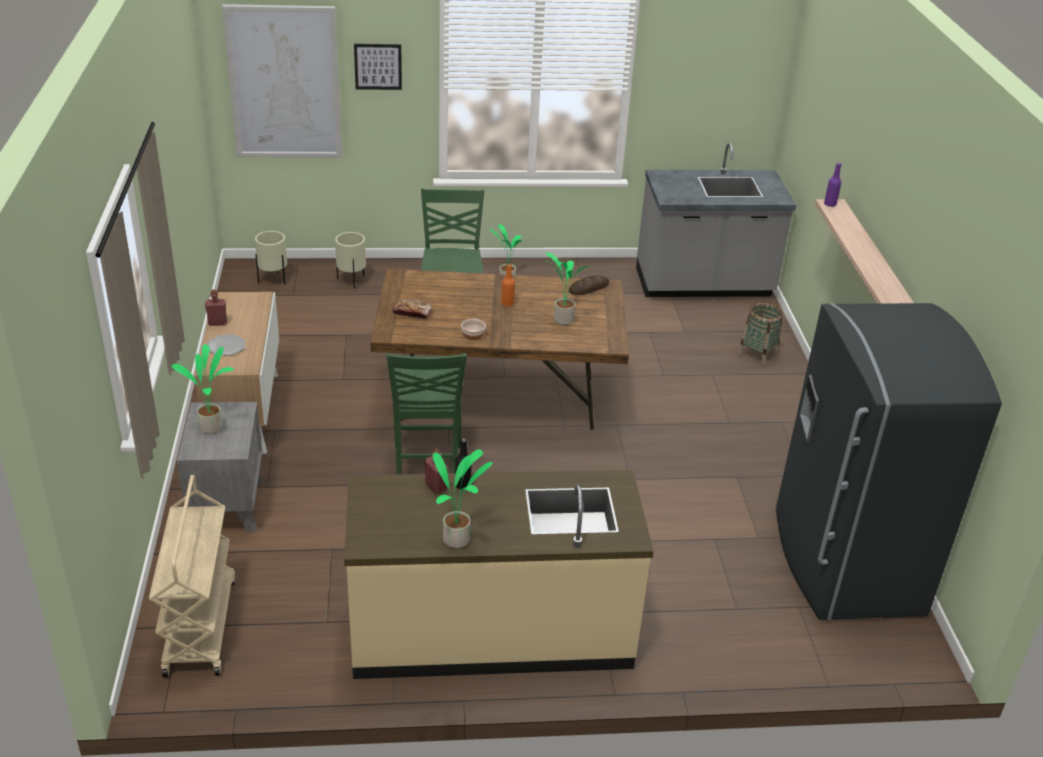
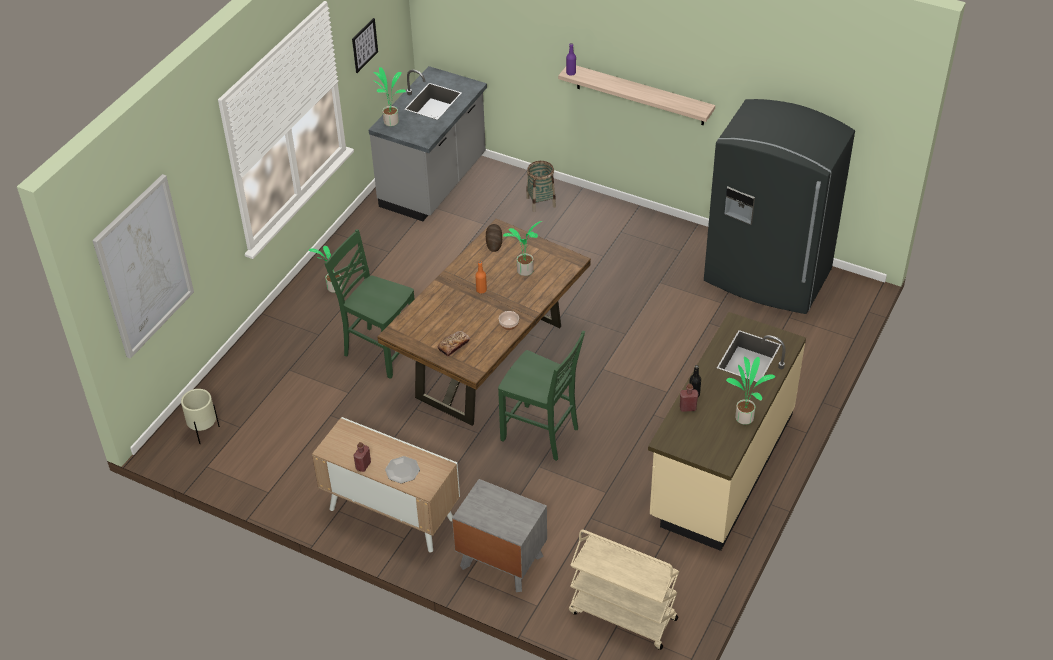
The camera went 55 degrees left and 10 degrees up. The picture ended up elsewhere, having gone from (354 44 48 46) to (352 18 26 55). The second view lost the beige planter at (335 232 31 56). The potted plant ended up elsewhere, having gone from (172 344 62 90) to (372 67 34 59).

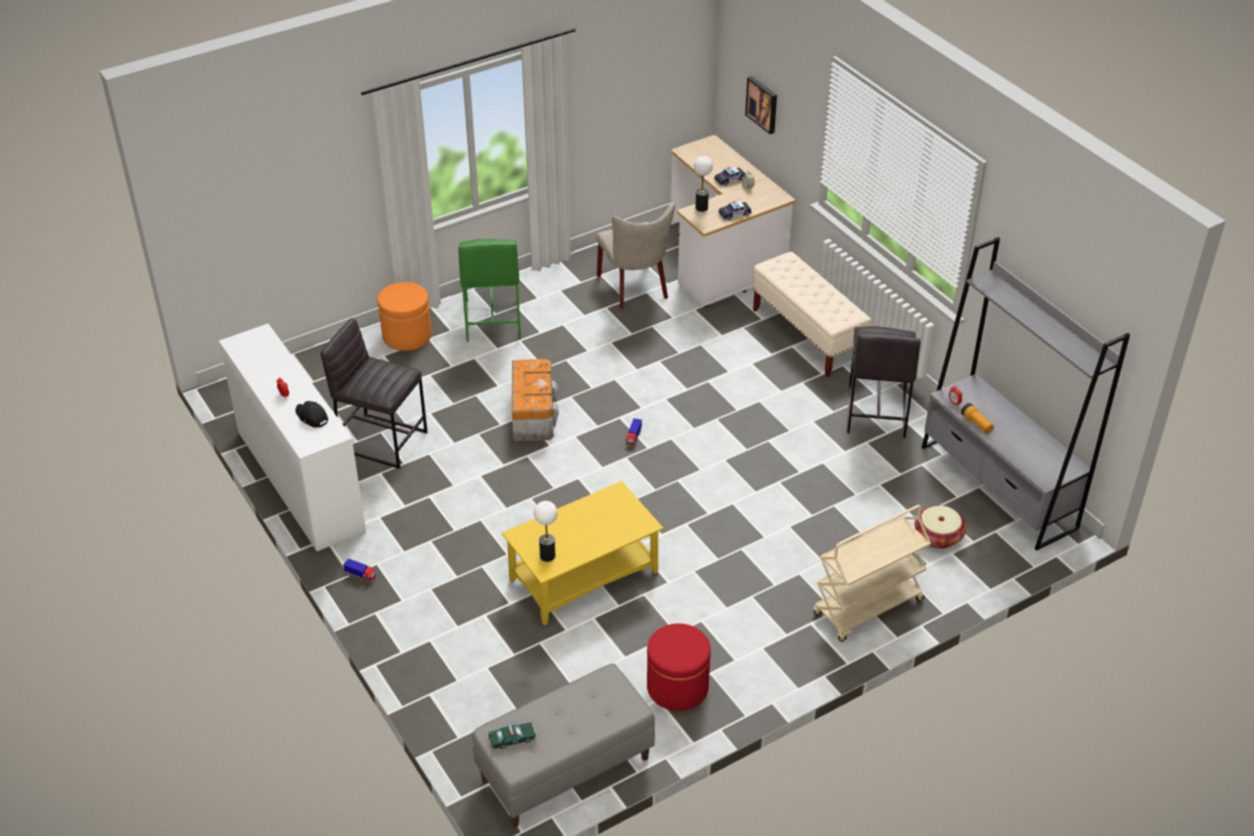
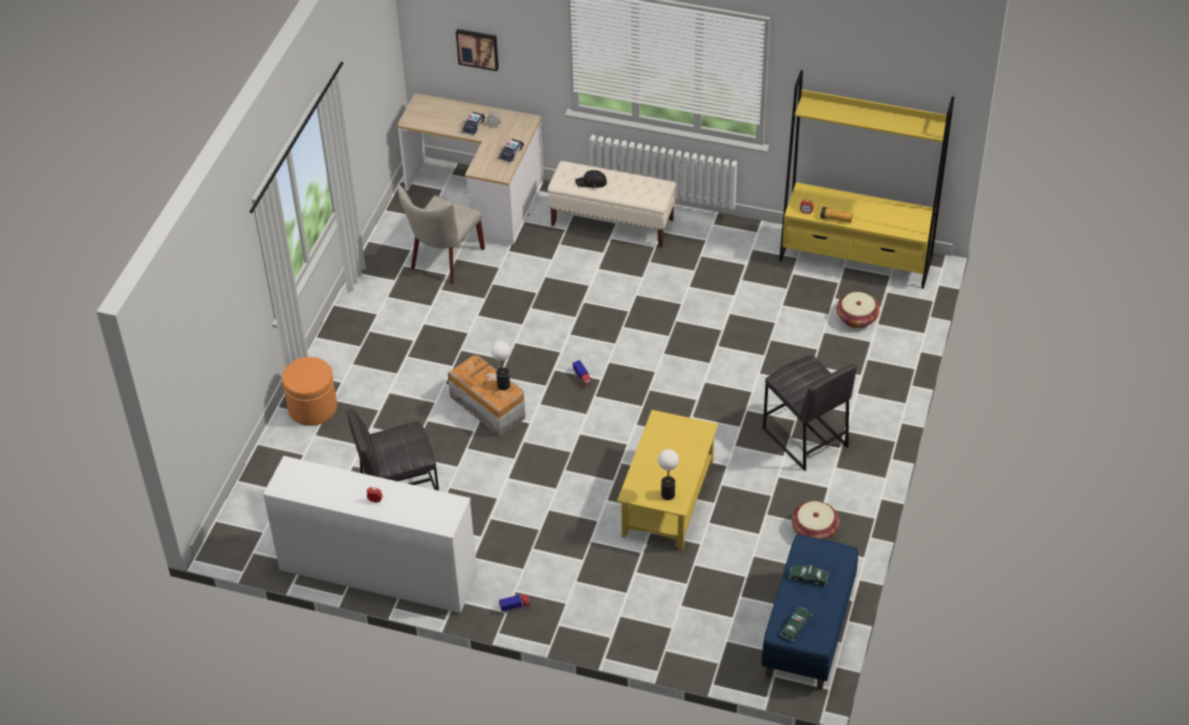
The camera went 40 degrees left and 5 degrees up. The table lamp ended up elsewhere, having gone from (694 156 19 56) to (491 341 20 49). The beige chair at (596 202 79 107) ended up facing another way, 90 degrees clockwise from before. What was the grey bookcase at (922 237 208 314) turned into the yellow bookcase at (779 70 175 219). The second view lost the green stool at (458 239 63 103). The grey stool ended up elsewhere, having gone from (847 326 74 112) to (763 354 94 117). The black cap ended up elsewhere, having gone from (296 401 32 26) to (575 170 32 18). The second view lost the beige cart at (813 505 118 137). Where the red ottoman stood at (647 623 64 88), the basket came to stand at (792 501 47 39). What was the grey bench at (472 663 183 164) turned into the blue bench at (761 535 97 155). The second view gained the toy car at (789 564 40 22).

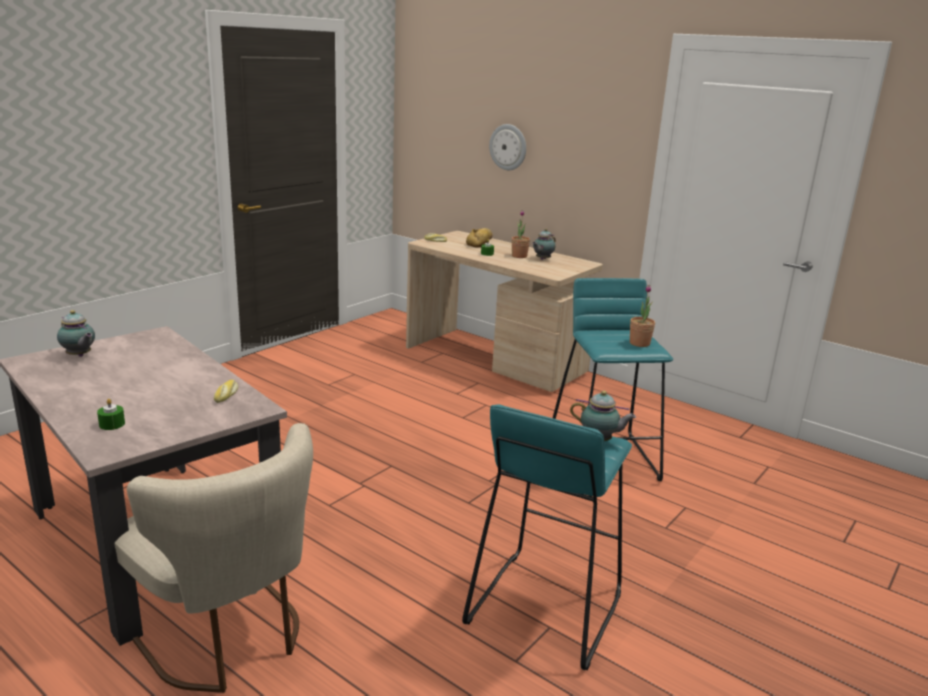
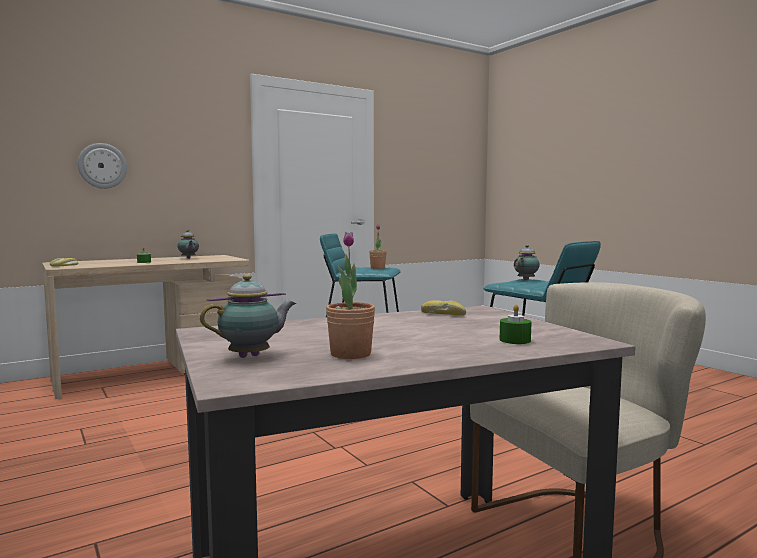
The camera went 70 degrees left and 15 degrees down. The potted plant ended up elsewhere, having gone from (512 210 18 48) to (326 232 49 127). The second view lost the bread at (466 228 27 20).

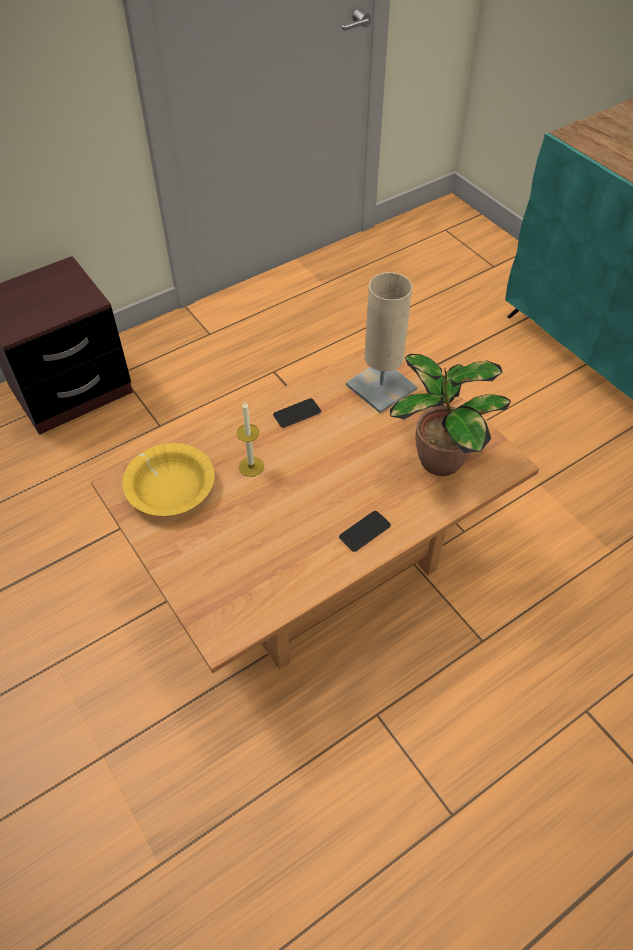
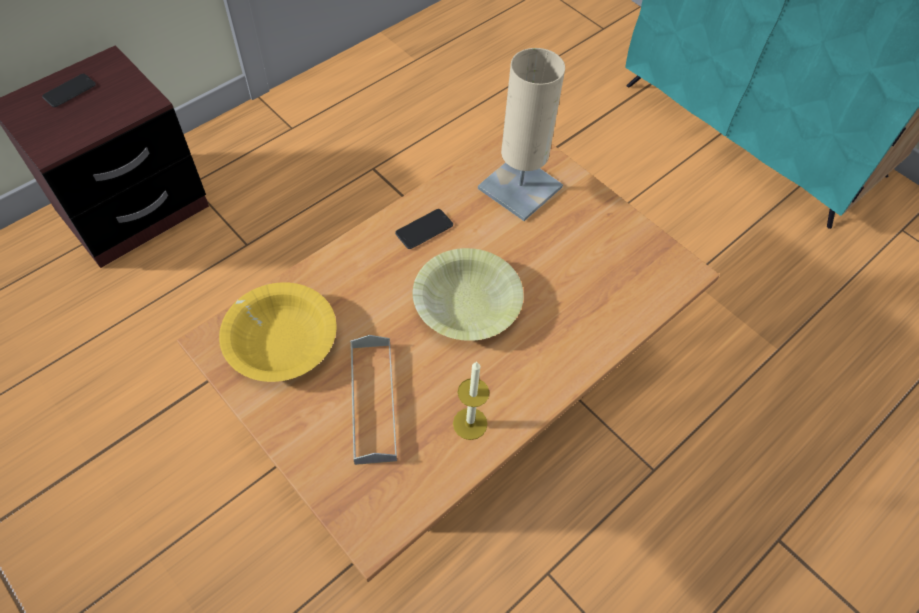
The camera went 10 degrees left and 5 degrees up. The second view lost the potted plant at (390 354 121 122). The candle ended up elsewhere, having gone from (237 402 27 75) to (453 361 36 79). The phone ended up elsewhere, having gone from (339 511 52 41) to (42 74 54 33). The second view gained the yellow bowl at (413 248 111 93). The second view gained the grey tray at (350 335 47 130).

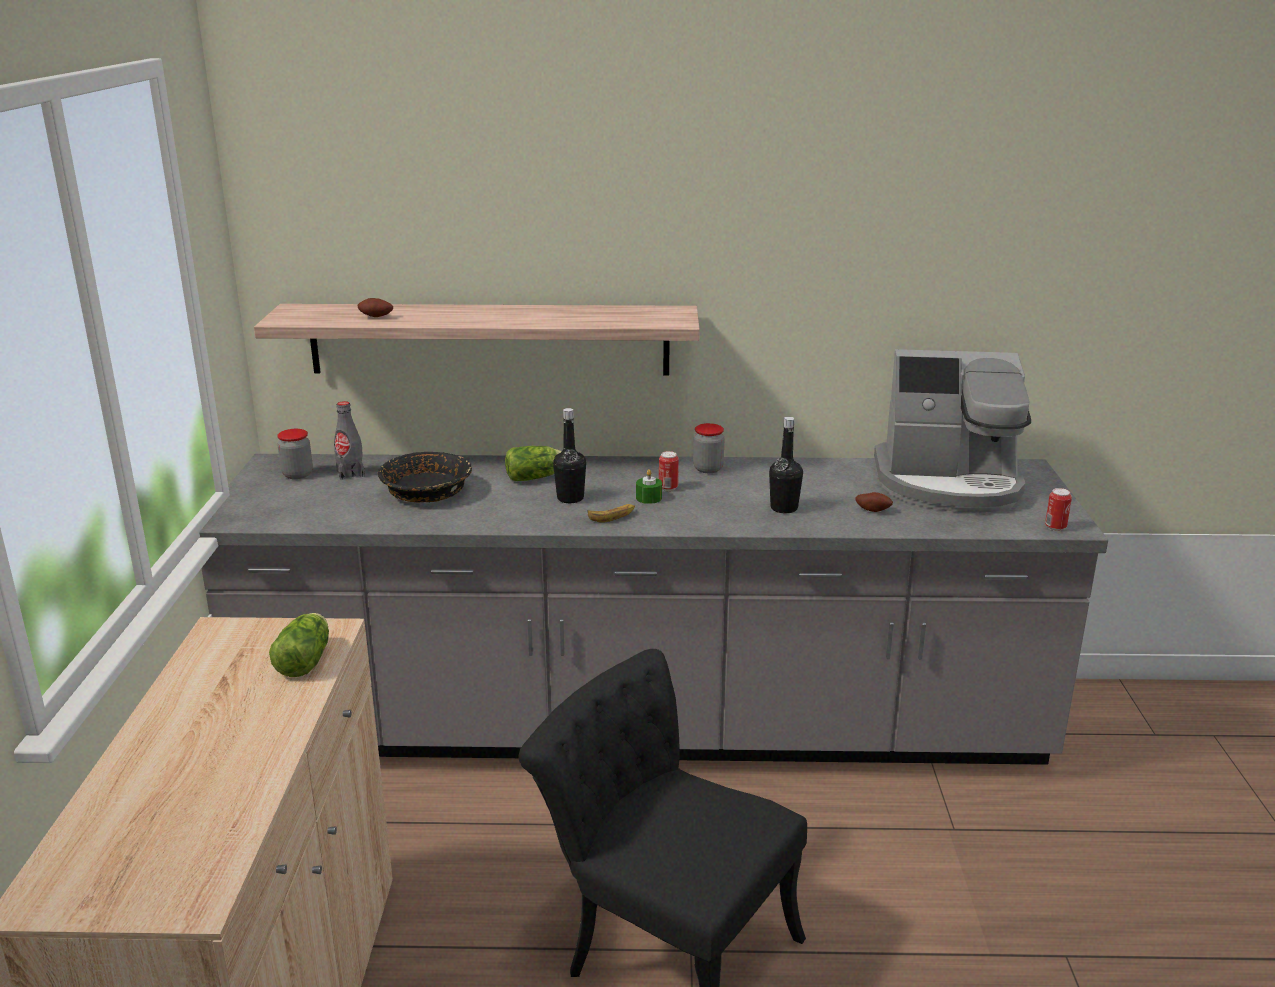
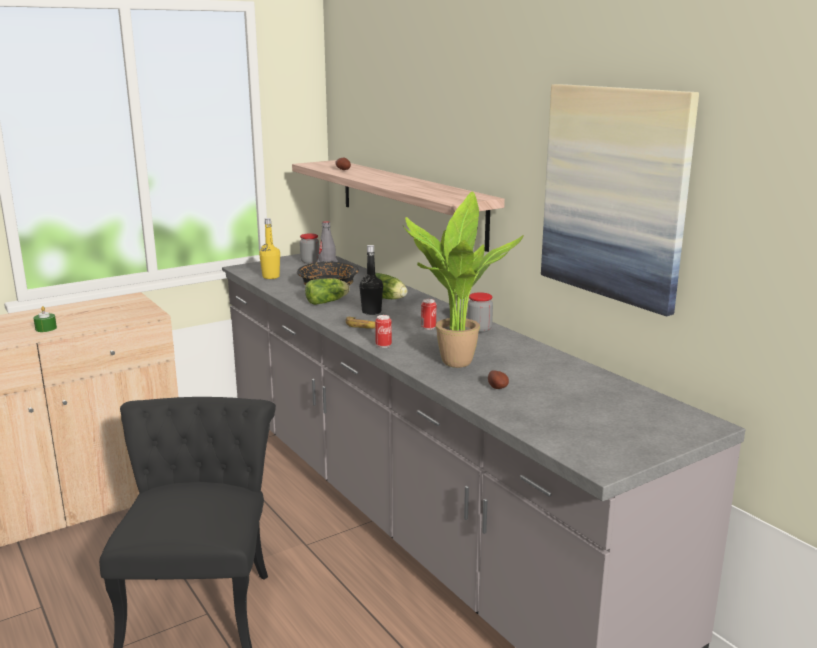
The camera went 55 degrees right and 5 degrees down. The second view lost the coffee machine at (874 349 157 164). Where the black bottle stood at (769 417 34 96), the potted plant came to stand at (403 192 121 176). The green candle ended up elsewhere, having gone from (636 469 26 35) to (33 306 24 26). The can ended up elsewhere, having gone from (1045 488 27 43) to (375 315 17 33). The lettuce ended up elsewhere, having gone from (269 613 60 64) to (305 278 44 27). The second view gained the picture at (541 84 158 232). The second view gained the yellow bottle at (259 218 21 61).

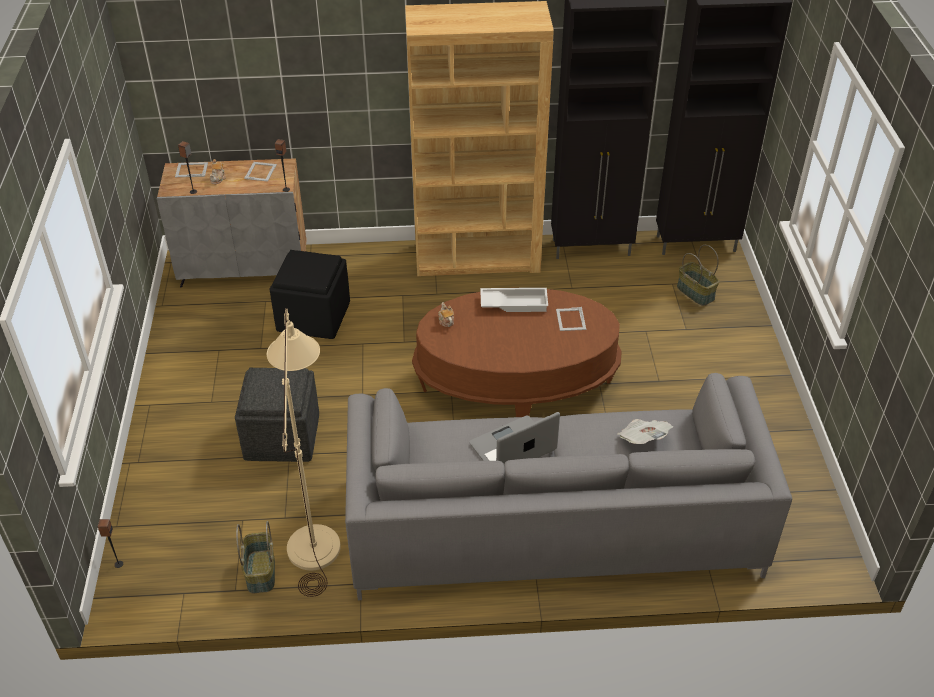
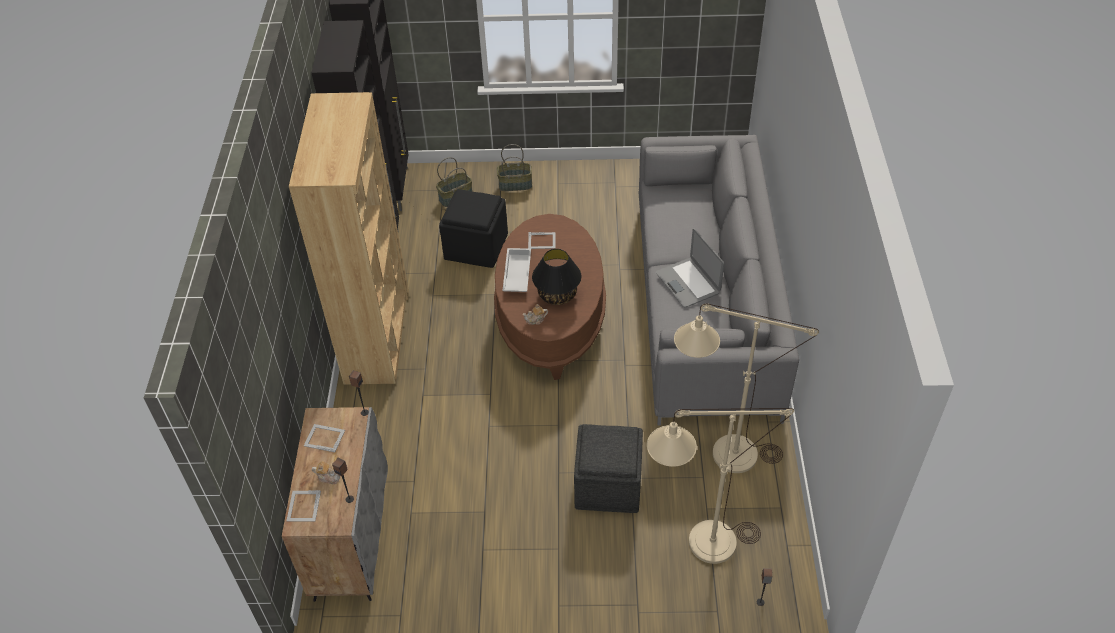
The camera went 85 degrees left and 5 degrees up. The black ottoman ended up elsewhere, having gone from (269 250 81 89) to (439 189 69 79). The second view lost the newspaper at (617 419 56 25). The basket ended up elsewhere, having gone from (236 521 39 72) to (497 144 35 47). The second view gained the black table lamp at (532 249 50 56). The second view gained the beige floor lamp at (647 408 147 156).

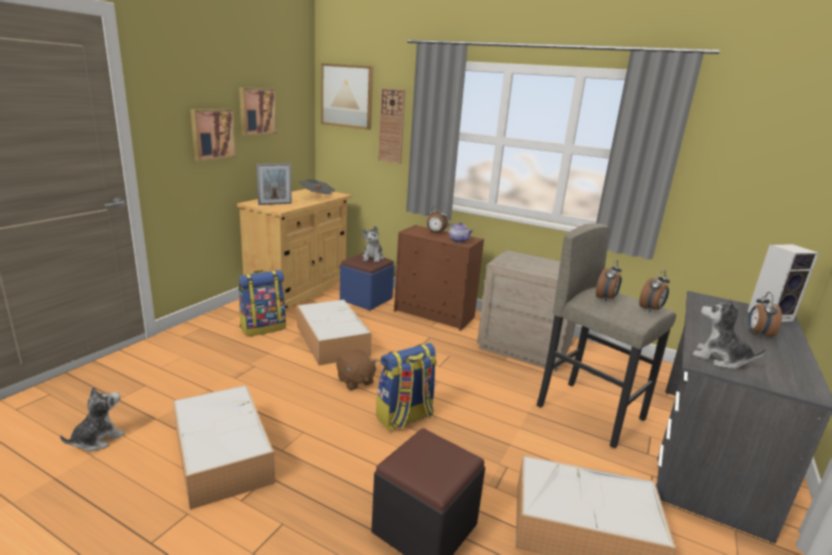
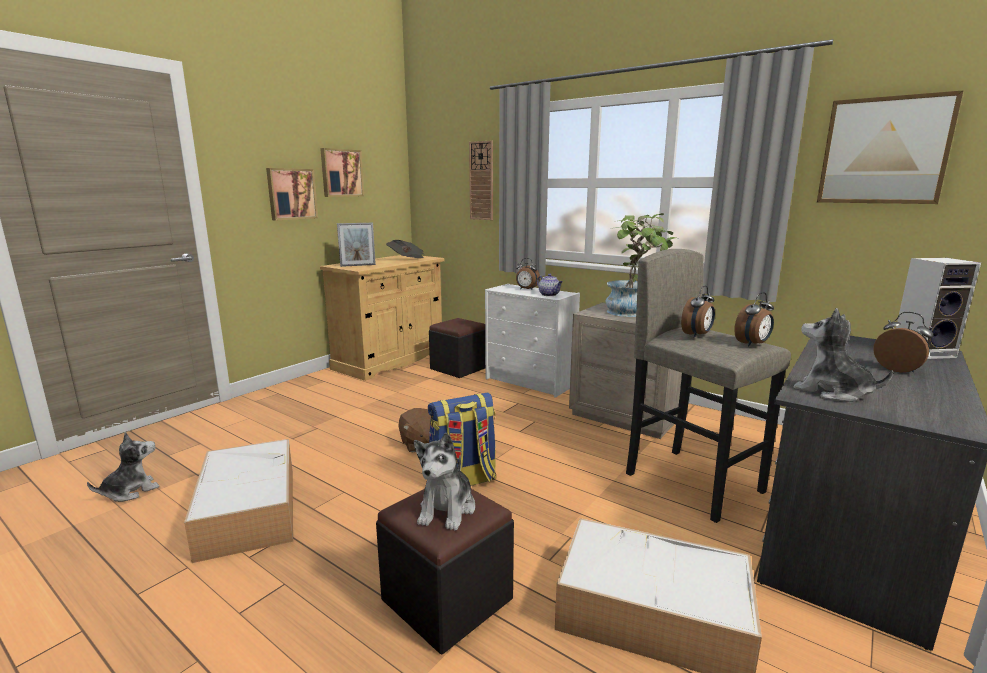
The camera went 10 degrees right and 5 degrees down. The picture ended up elsewhere, having gone from (321 63 52 67) to (817 90 147 114). What was the brown dresser at (394 225 90 106) turned into the white dresser at (485 284 95 114). The plush toy ended up elsewhere, having gone from (362 226 22 36) to (414 433 61 98). What was the blue ottoman at (340 253 54 57) turned into the black ottoman at (429 318 56 60). The second view lost the backpack at (238 270 48 67). The alarm clock at (748 292 34 46) ended up facing another way, 120 degrees clockwise from before. The second view lost the storage box at (297 300 75 65). The second view gained the potted plant at (606 213 70 104).

